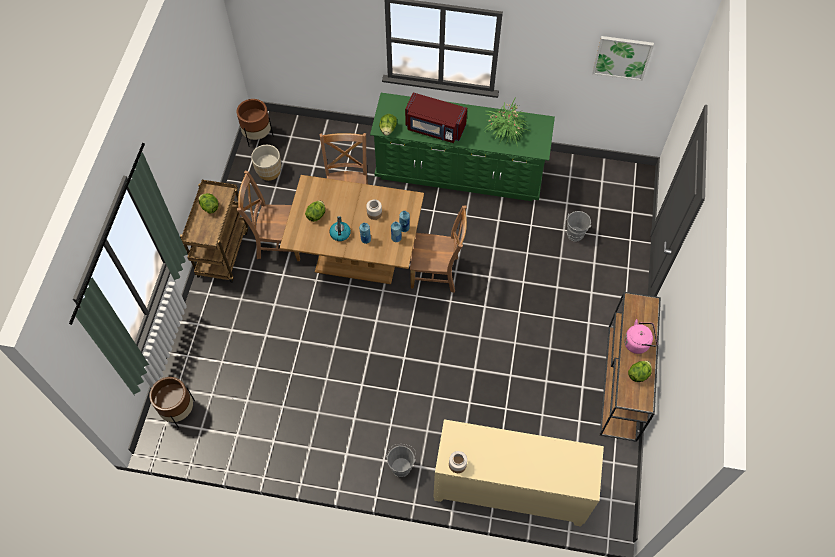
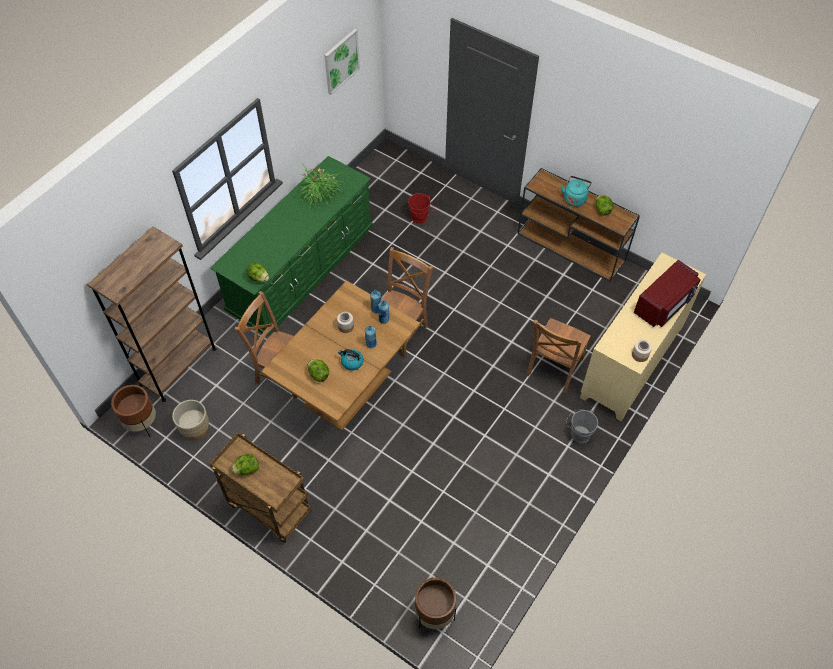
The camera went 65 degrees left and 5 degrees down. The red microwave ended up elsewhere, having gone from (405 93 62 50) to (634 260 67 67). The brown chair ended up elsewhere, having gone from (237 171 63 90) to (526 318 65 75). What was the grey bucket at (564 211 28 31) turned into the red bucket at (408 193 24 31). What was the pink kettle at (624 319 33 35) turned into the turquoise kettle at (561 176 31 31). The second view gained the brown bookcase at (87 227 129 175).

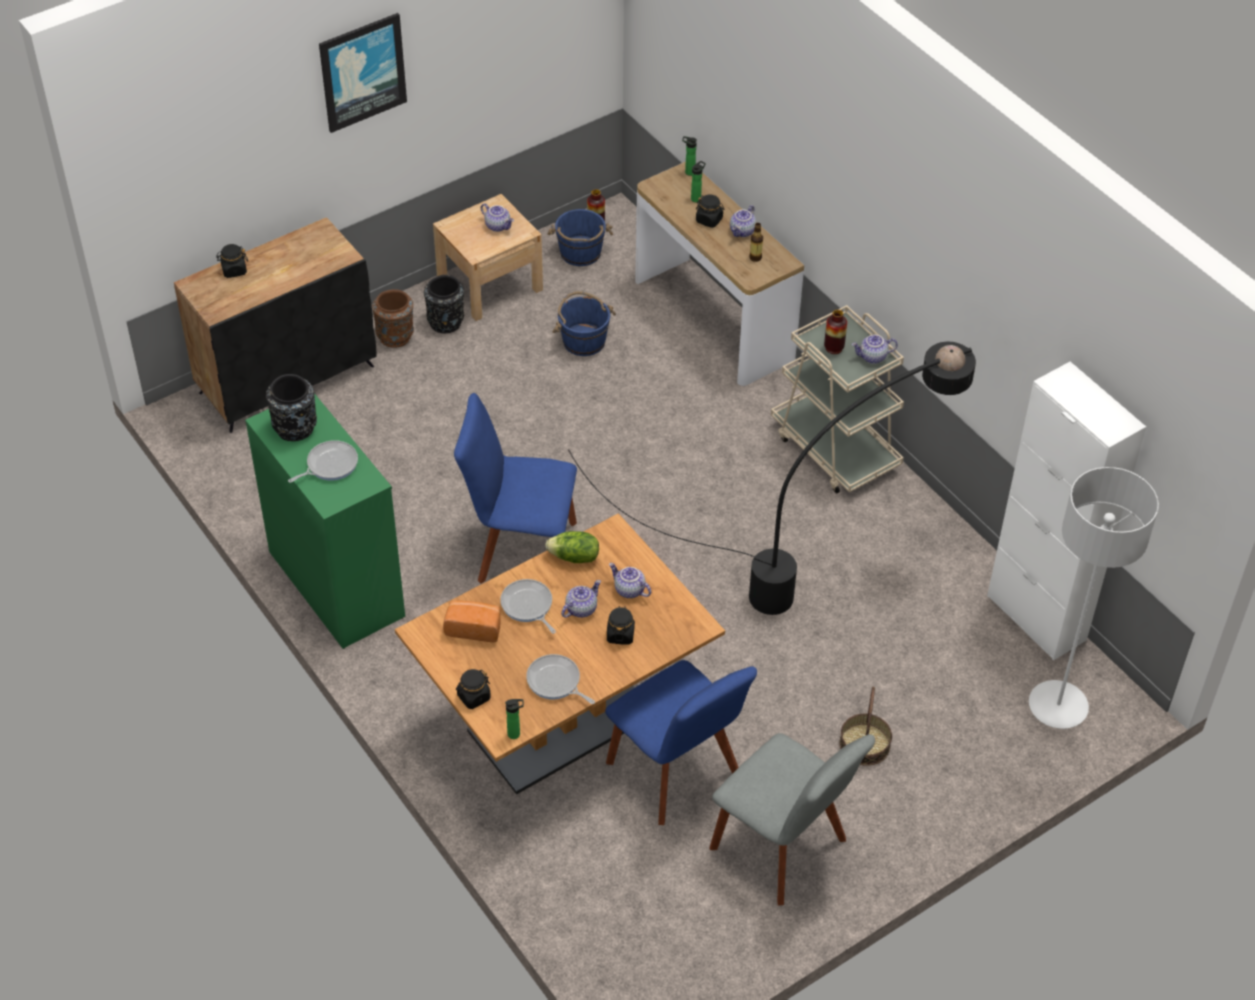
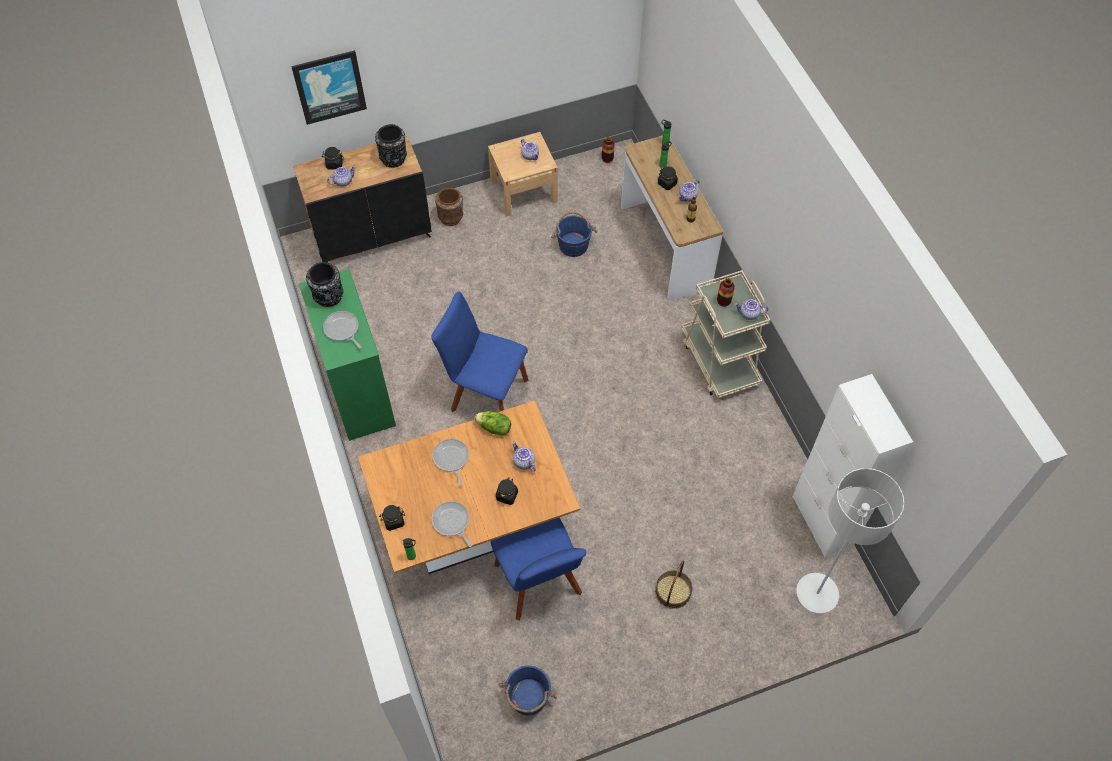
The camera went 15 degrees right and 10 degrees up. The picture ended up elsewhere, having gone from (319 13 88 120) to (291 50 76 75). The blue bucket ended up elsewhere, having gone from (547 209 66 57) to (499 665 58 50). The black vase ended up elsewhere, having gone from (424 275 40 58) to (375 124 32 44). The second view lost the black floor lamp at (568 342 408 273). The frying pan at (288 440 70 43) ended up facing another way, 105 degrees counterclockwise from before. The teapot ended up elsewhere, having gone from (561 580 40 38) to (327 166 29 21). The second view lost the bread at (443 600 58 42). The second view lost the grey chair at (710 733 165 173).

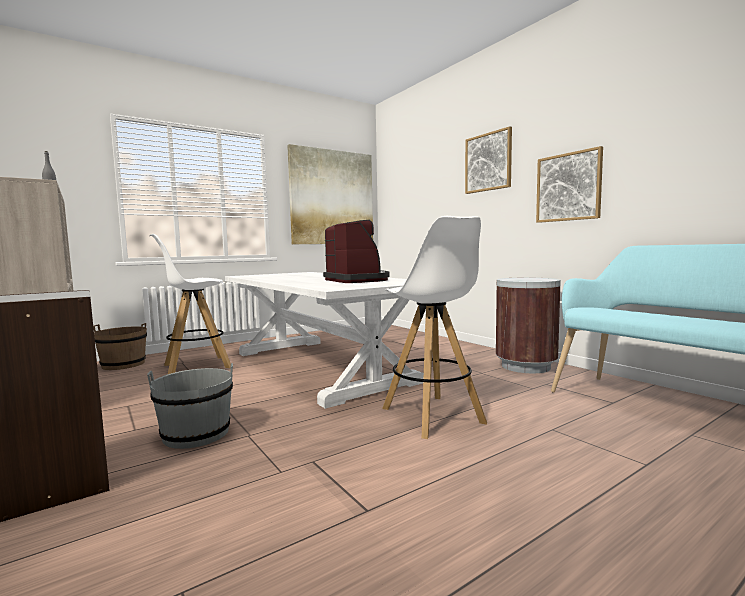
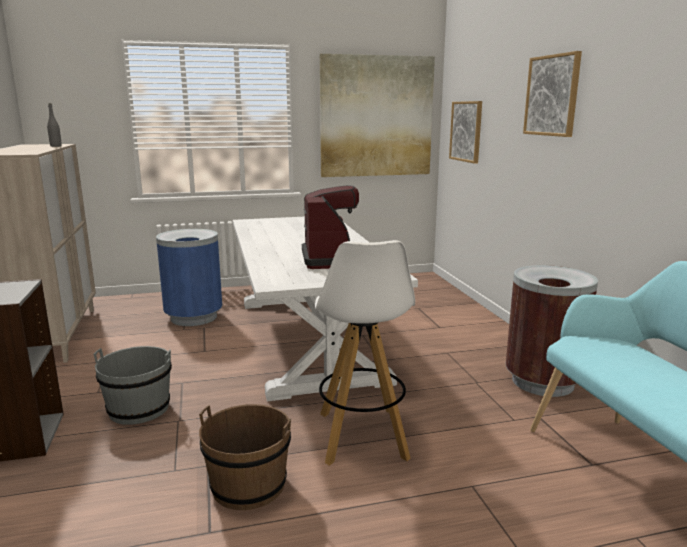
The camera went 20 degrees right and 10 degrees up. The picture ended up elsewhere, having gone from (536 146 67 77) to (449 101 33 63). Where the white stool stood at (149 234 82 140), the blue trash can came to stand at (156 229 66 97). The brown bucket ended up elsewhere, having gone from (93 323 54 47) to (199 404 92 106).

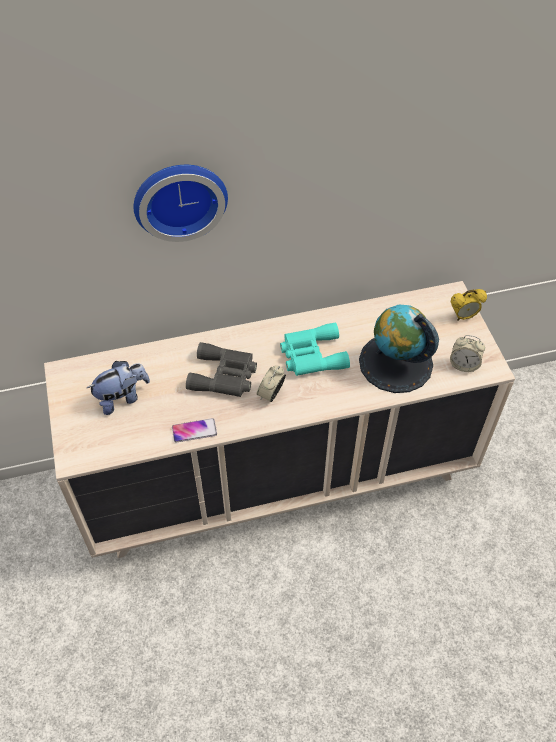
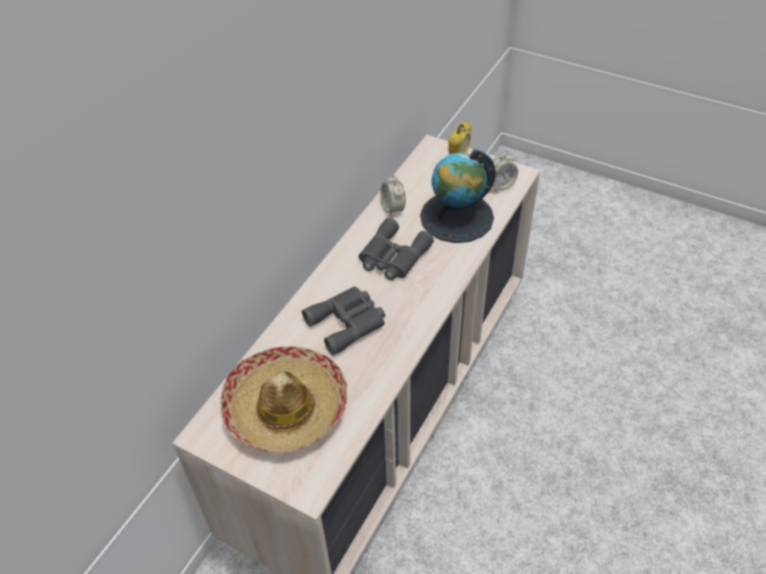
The camera went 45 degrees left and 5 degrees down. The second view lost the wall clock at (134 165 94 77). What was the turquoise binoculars at (280 322 70 54) turned into the grey binoculars at (358 218 76 62). Where the plush toy stood at (87 361 63 54), the hat came to stand at (220 346 127 107). The alarm clock ended up elsewhere, having gone from (257 365 29 37) to (380 175 25 41). The second view lost the phone at (172 418 45 25).

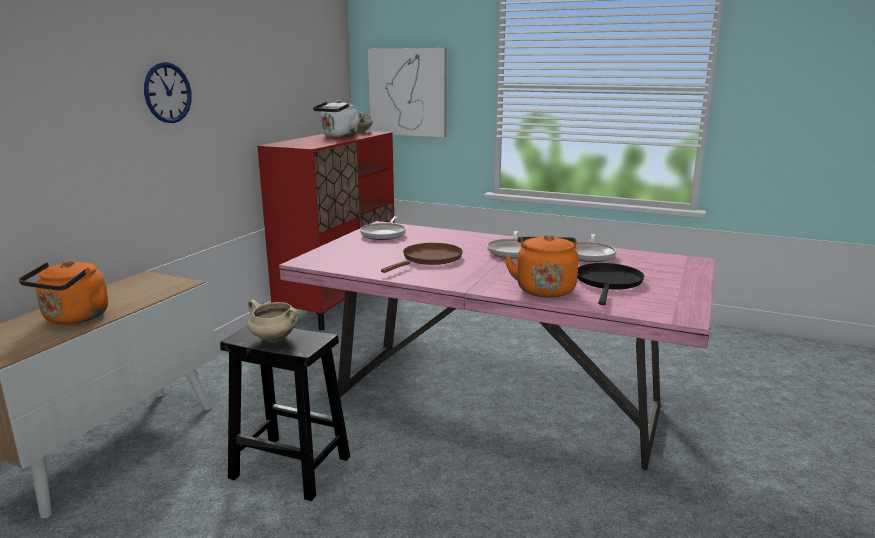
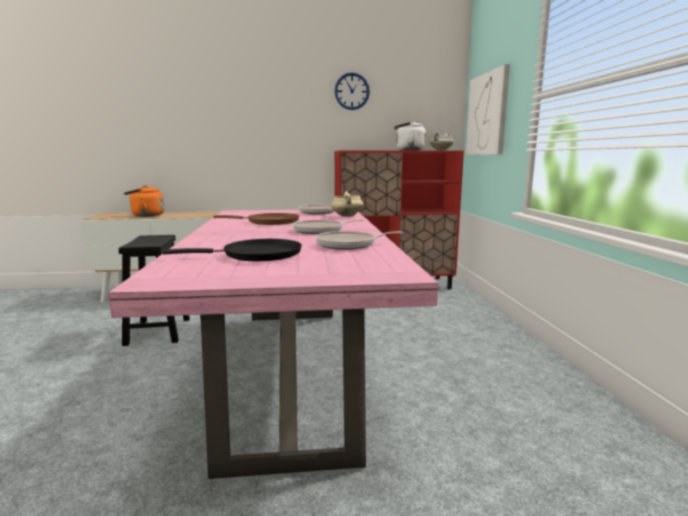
The camera went 60 degrees right and 5 degrees down. The wall clock ended up elsewhere, having gone from (144 62 48 61) to (335 72 35 38). The second view lost the orange kettle at (505 234 74 64). The beige cooking pot ended up elsewhere, having gone from (247 300 51 42) to (331 192 32 25).

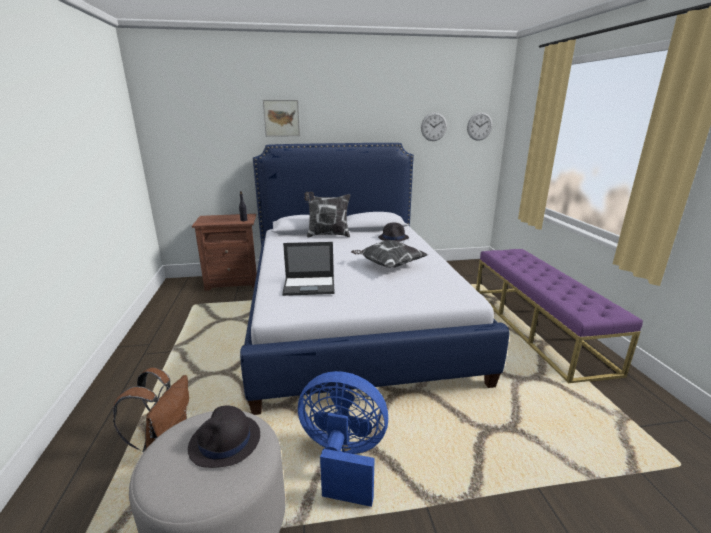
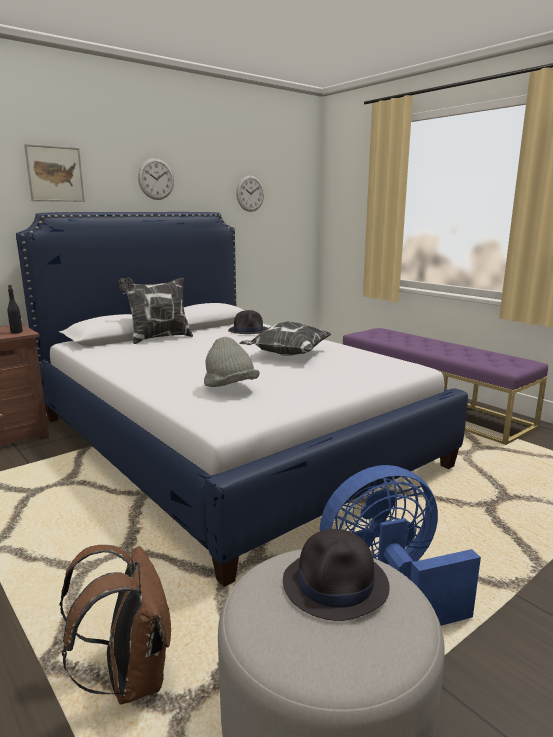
The camera went 30 degrees left and 5 degrees down. The wall clock ended up elsewhere, having gone from (467 112 25 29) to (138 158 36 42). Where the laptop stood at (282 242 53 54), the grey hat came to stand at (204 337 56 50).

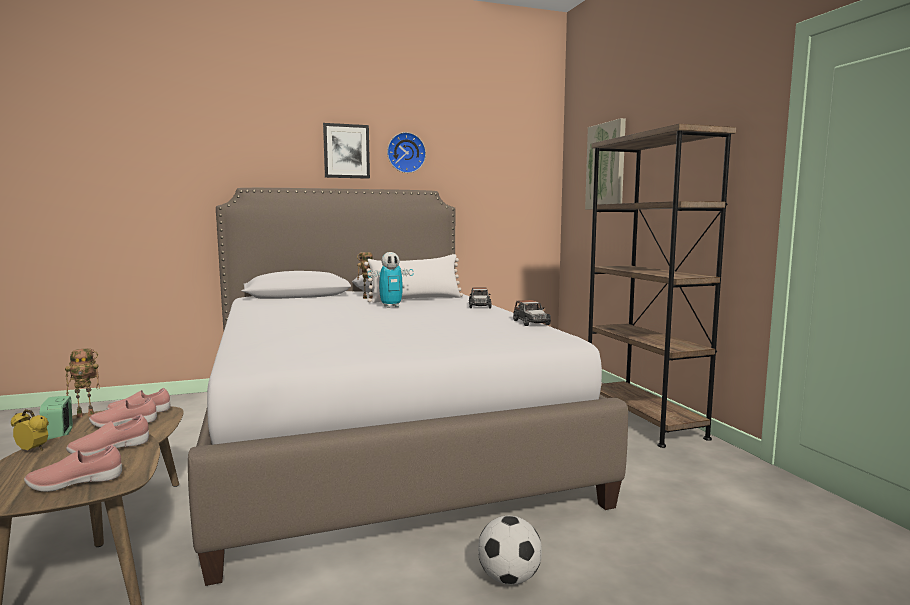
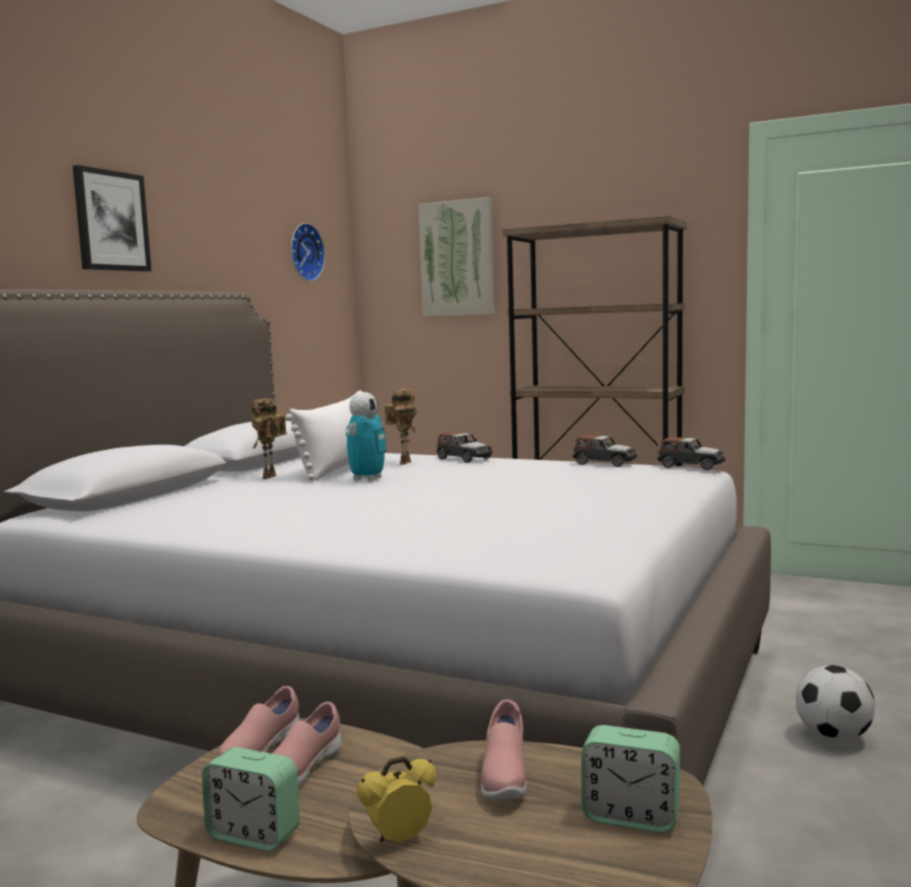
The camera went 45 degrees left and 0 degrees up. The wall clock ended up elsewhere, having gone from (387 132 39 41) to (291 223 34 58). The toy robot ended up elsewhere, having gone from (65 348 35 70) to (384 388 33 77). Where the pink shoe stood at (24 445 98 47), the alarm clock came to stand at (581 725 99 108). The second view gained the toy car at (657 437 69 33).

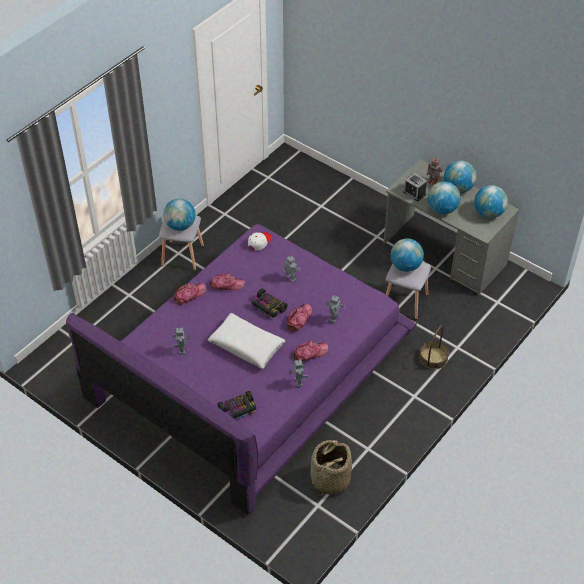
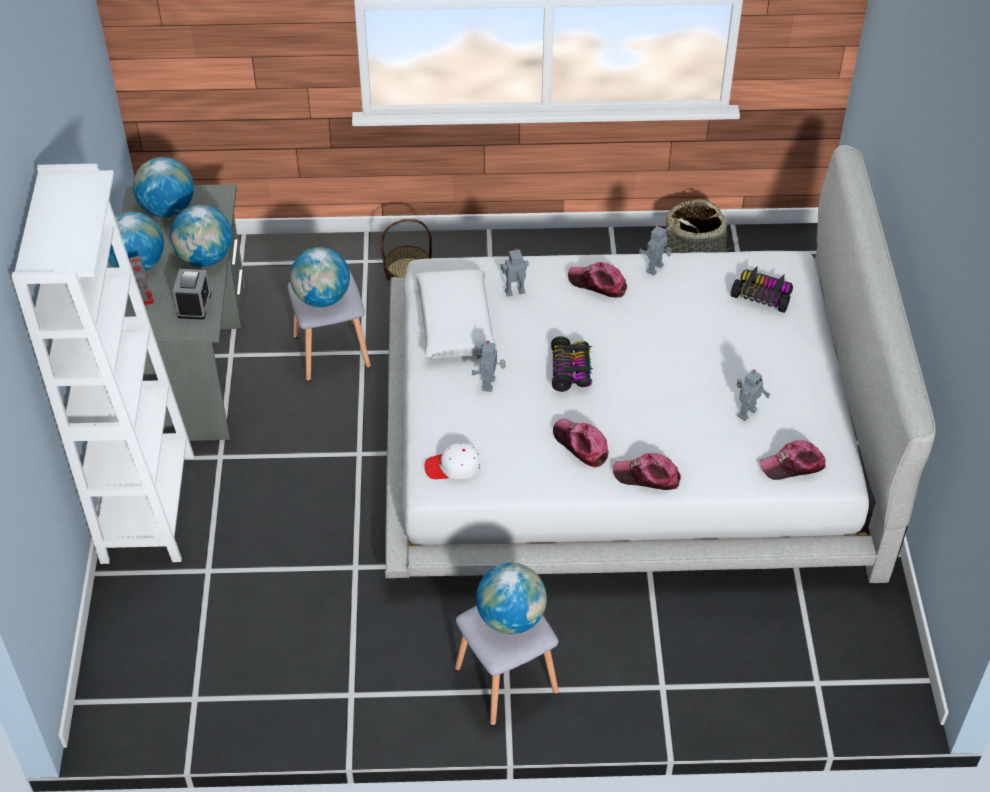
The camera went 130 degrees left and 0 degrees up. What was the purple bed at (66 224 351 291) turned into the white bed at (385 145 551 438). The cap ended up elsewhere, having gone from (287 304 25 27) to (759 440 66 40). The white pillow ended up elsewhere, having gone from (208 313 77 56) to (415 269 83 89). The second view gained the white bookcase at (12 164 182 400).

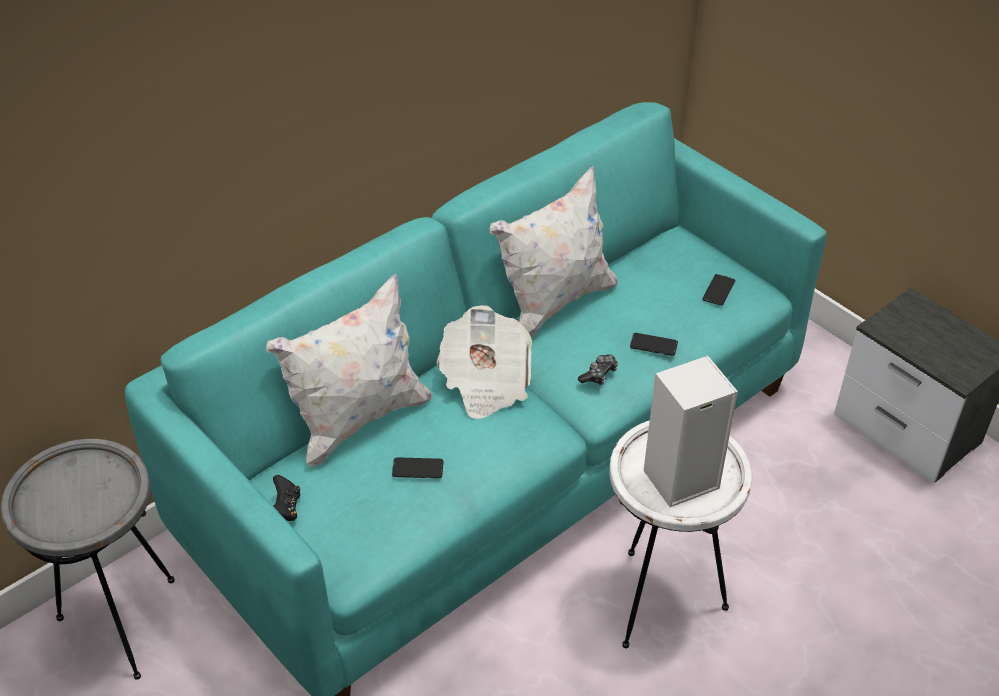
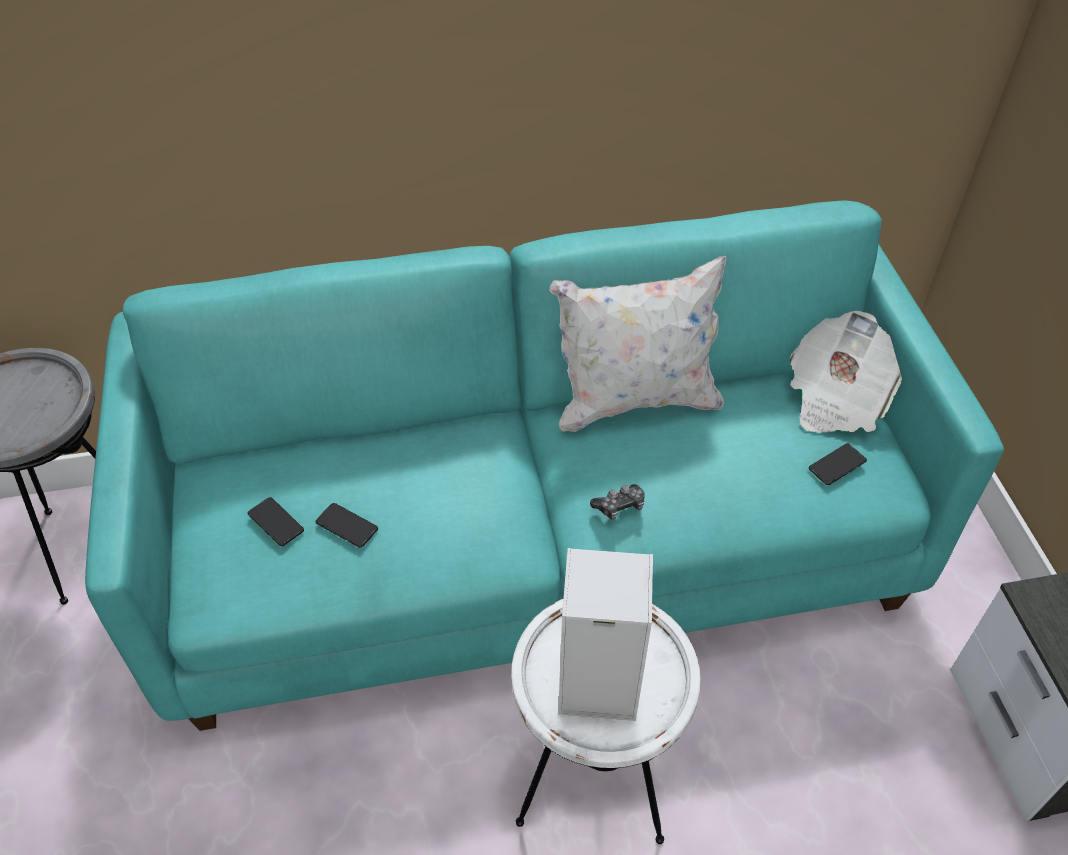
The camera went 30 degrees right and 5 degrees up. The second view lost the white pillow at (266 274 166 193). The newspaper ended up elsewhere, having gone from (437 305 95 114) to (790 311 112 122). The phone ended up elsewhere, having gone from (630 333 48 23) to (248 497 56 49). The second view lost the black game controller at (273 475 27 46).

